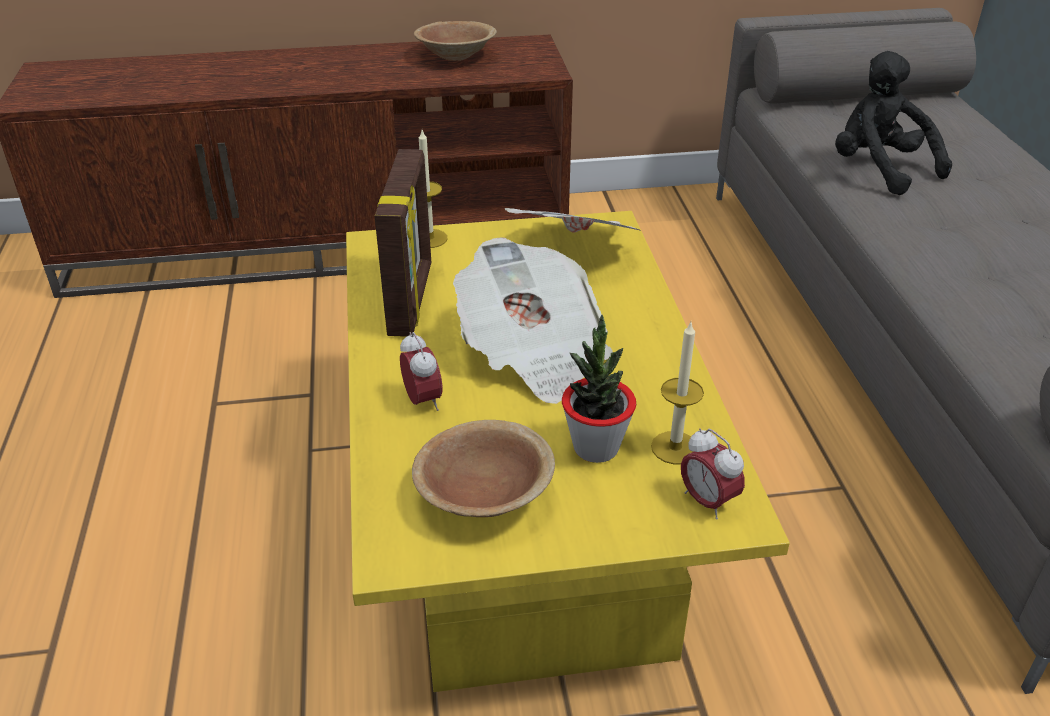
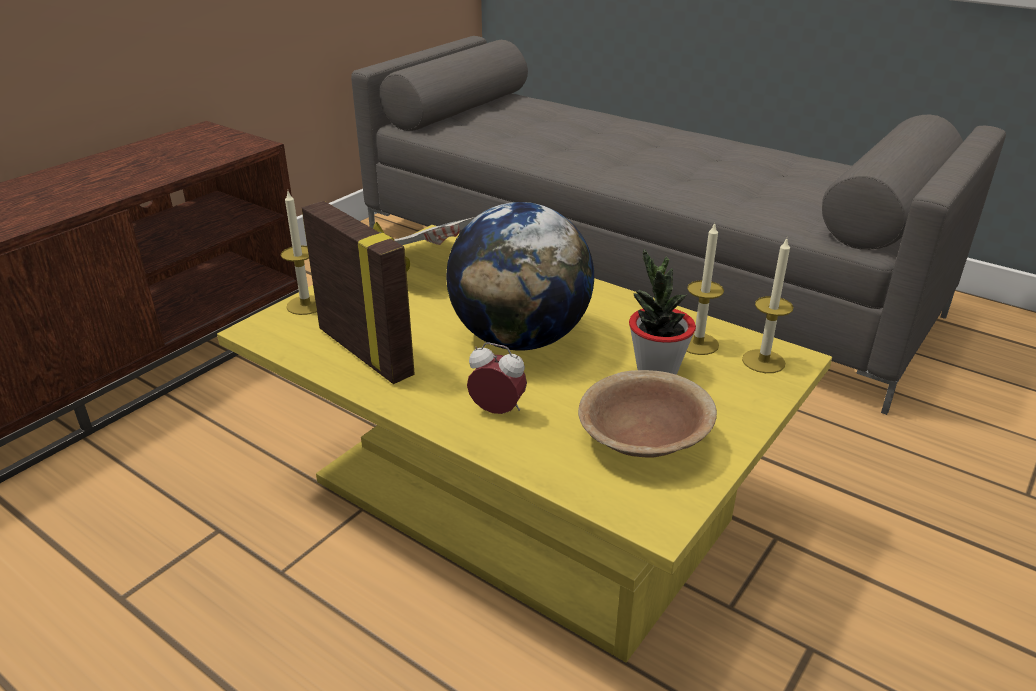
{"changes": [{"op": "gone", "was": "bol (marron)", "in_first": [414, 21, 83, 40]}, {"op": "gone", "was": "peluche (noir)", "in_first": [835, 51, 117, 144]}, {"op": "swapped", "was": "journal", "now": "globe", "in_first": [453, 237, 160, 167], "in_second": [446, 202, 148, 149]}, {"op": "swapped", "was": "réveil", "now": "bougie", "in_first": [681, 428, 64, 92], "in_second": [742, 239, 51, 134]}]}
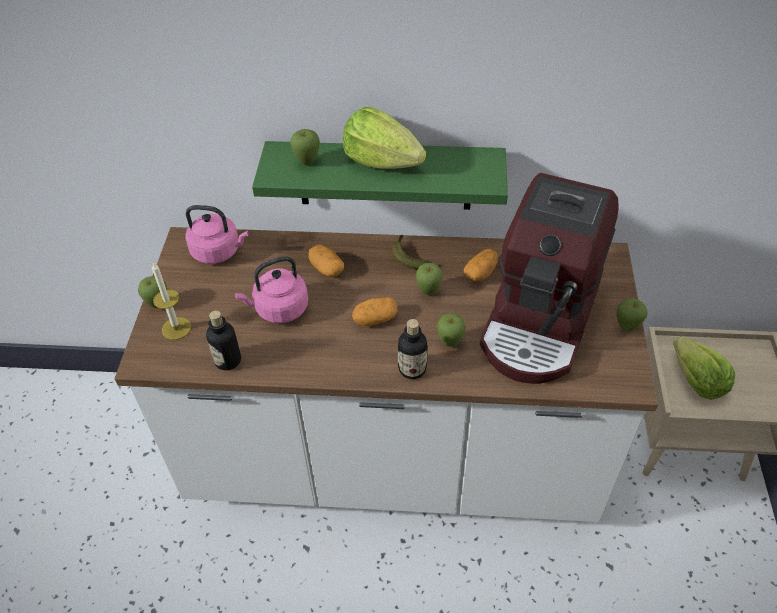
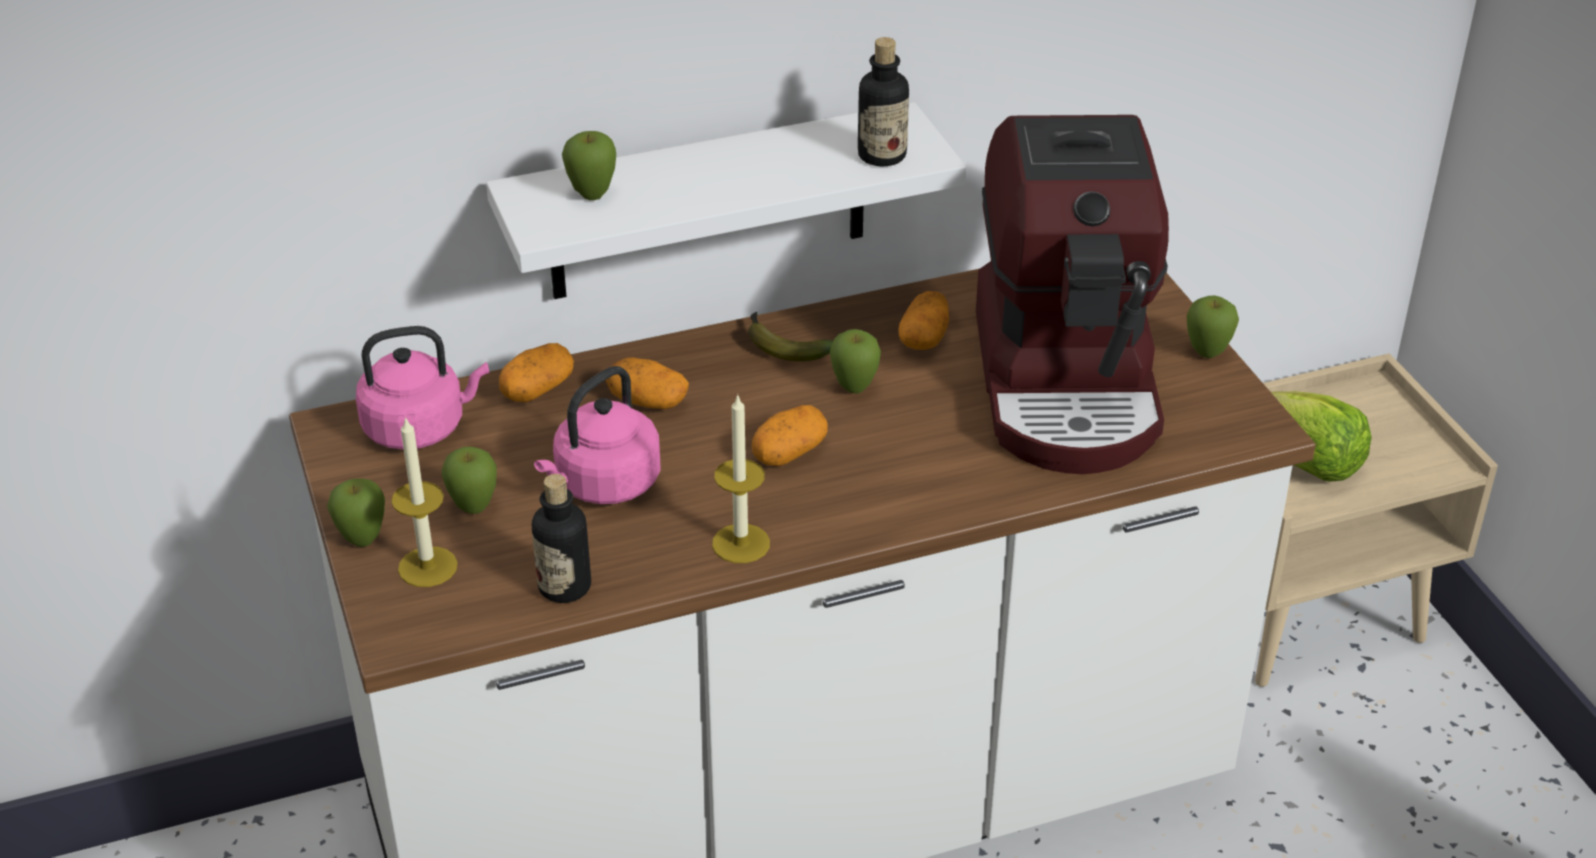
{"changes": [{"op": "gone", "was": "laitue", "in_first": [343, 107, 83, 62]}, {"op": "new", "now": "pomme de terre", "in_second": [499, 343, 75, 59]}, {"op": "new", "now": "bougie", "in_second": [712, 394, 58, 169]}, {"op": "shifted", "was": "bouteille", "in_first": [398, 319, 30, 60], "in_second": [858, 37, 51, 129]}, {"op": "shifted", "was": "pomme", "in_first": [437, 313, 29, 34], "in_second": [442, 447, 55, 67]}, {"op": "repainted", "was": "étagère (vert)", "now": "étagère (blanc)", "in_first": [252, 141, 256, 69], "in_second": [486, 102, 480, 197]}]}
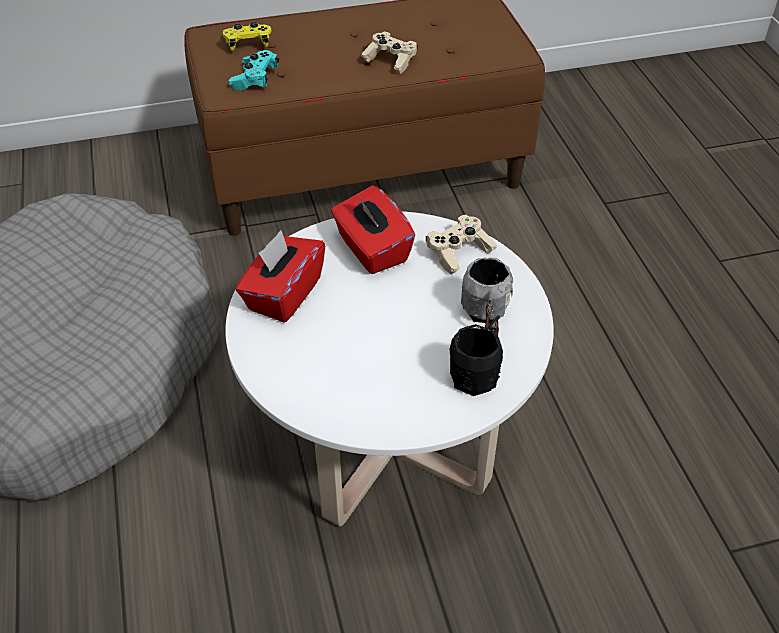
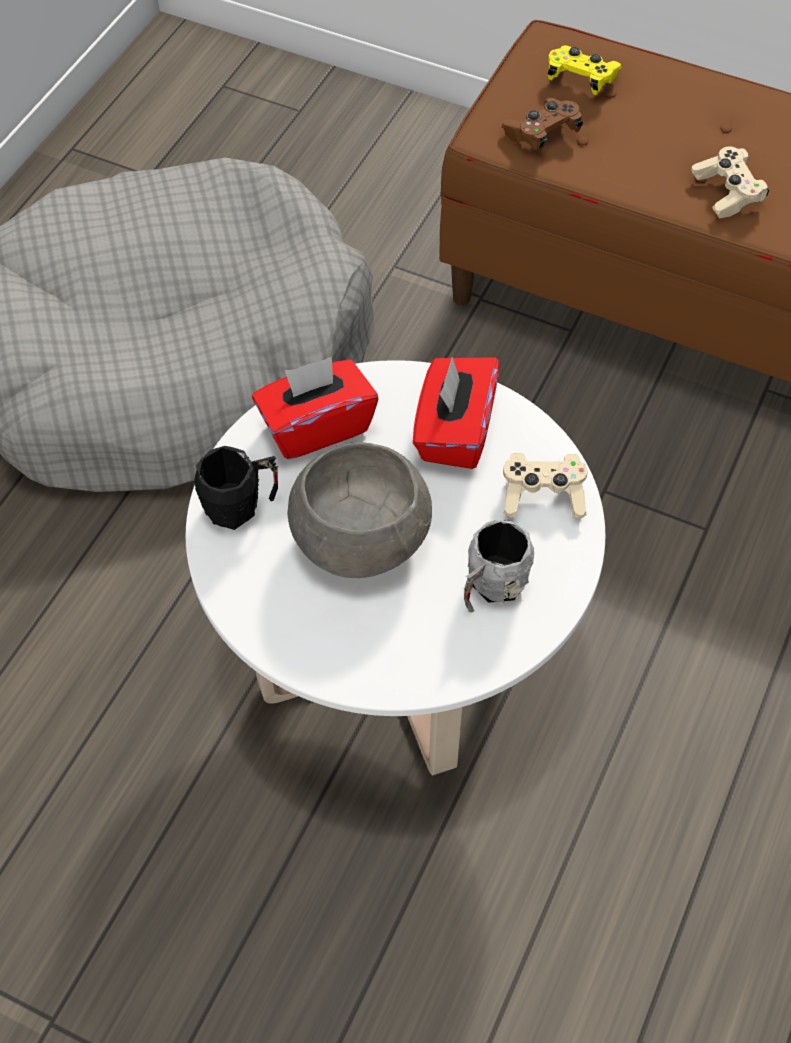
{"changes": [{"op": "new", "now": "bol (gris)", "in_second": [288, 442, 144, 136]}, {"op": "shifted", "was": "mug (noir)", "in_first": [450, 315, 53, 81], "in_second": [194, 446, 84, 84]}, {"op": "repainted", "was": "manette (turquoise)", "now": "manette (marron)", "in_first": [229, 50, 50, 40], "in_second": [502, 98, 81, 55]}]}
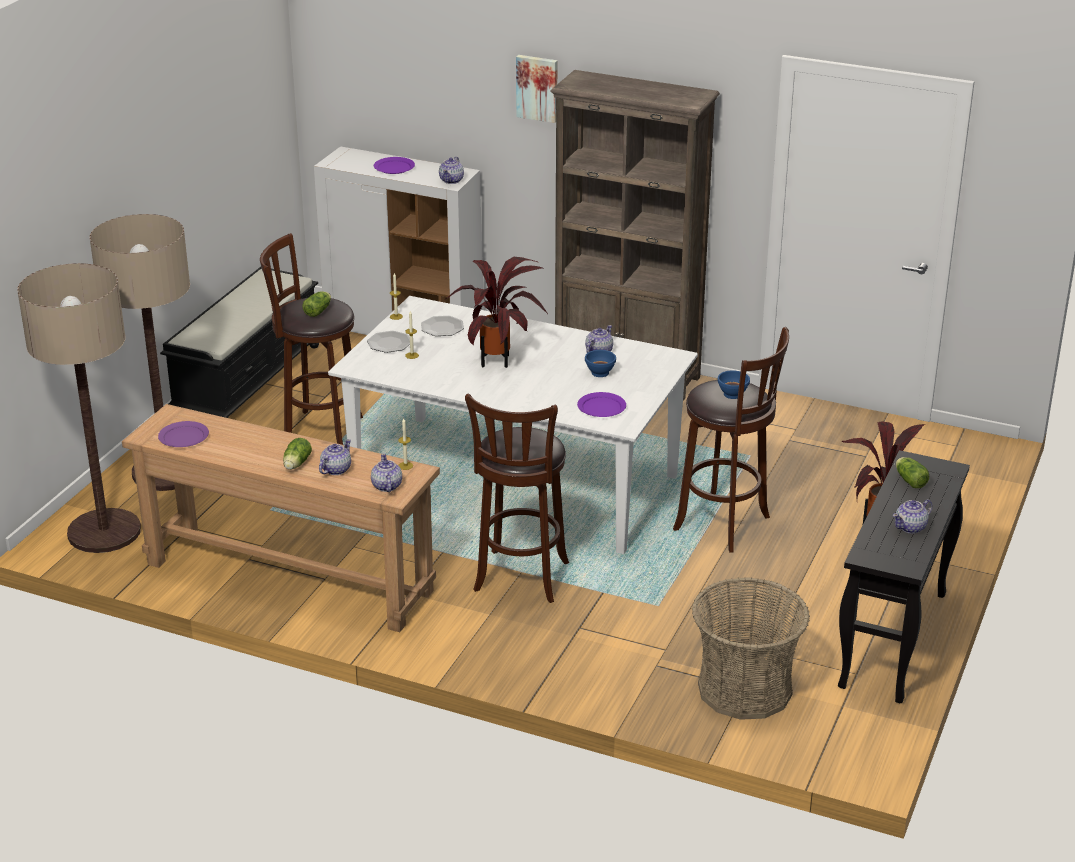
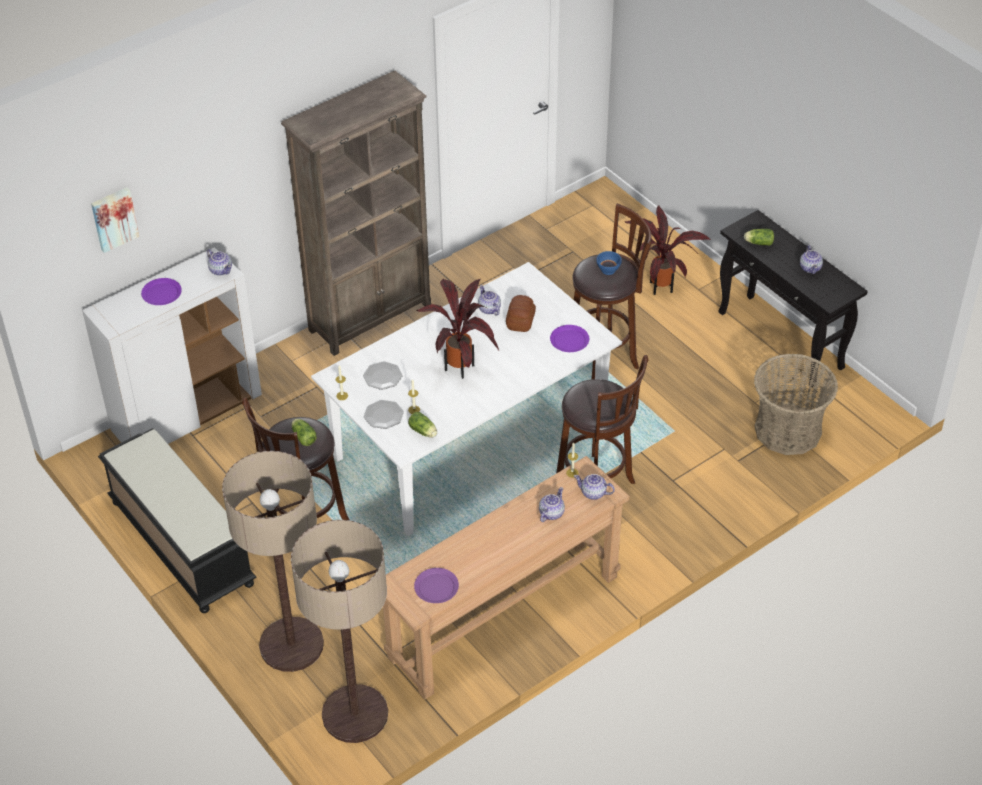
{"changes": [{"op": "shifted", "was": "laitue", "in_first": [283, 438, 29, 32], "in_second": [408, 412, 29, 25]}, {"op": "shifted", "was": "tableau", "in_first": [516, 55, 41, 68], "in_second": [91, 187, 48, 66]}, {"op": "swapped", "was": "bol (bleu)", "now": "pain", "in_first": [585, 350, 31, 27], "in_second": [506, 295, 30, 37]}, {"op": "rotated", "was": "théière", "in_first": [319, 439, 32, 36], "in_second": [539, 487, 26, 35], "clockwise": 60}]}
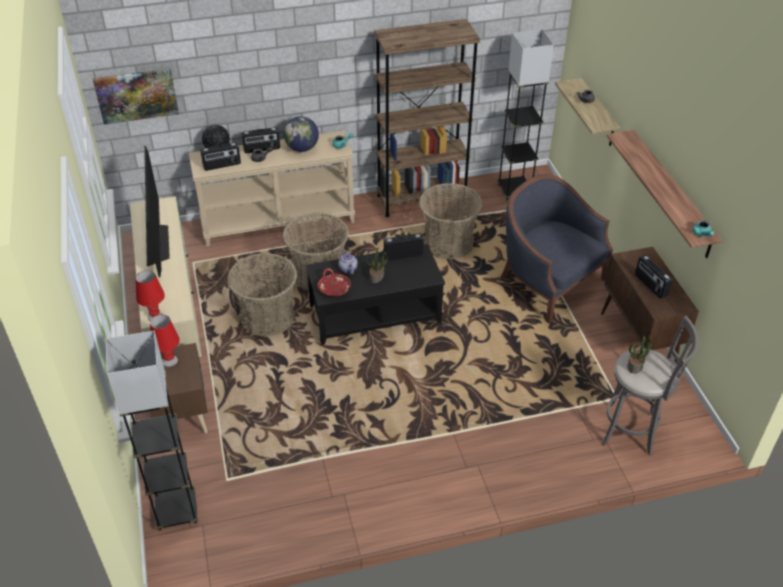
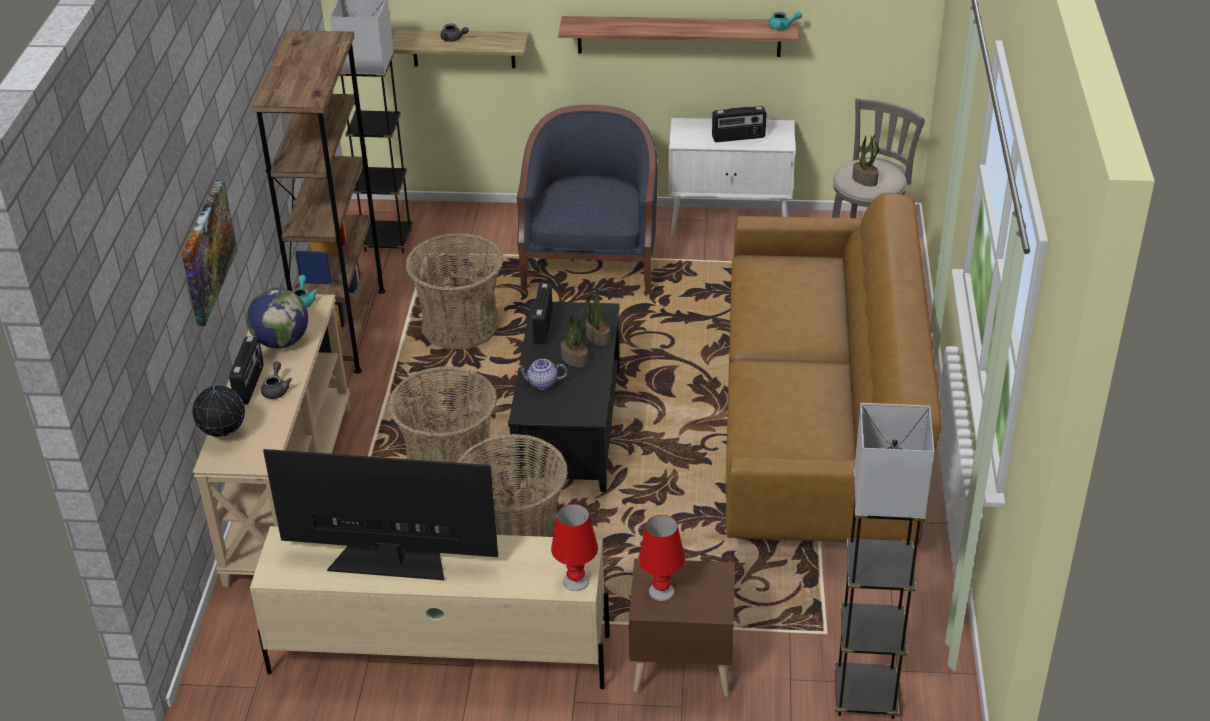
{"changes": [{"op": "gone", "was": "radio", "in_first": [201, 142, 40, 29]}, {"op": "gone", "was": "bol (rouge)", "in_first": [317, 268, 34, 28]}, {"op": "new", "now": "plante en pot", "in_second": [585, 289, 25, 57]}, {"op": "new", "now": "canapé (marron)", "in_second": [725, 193, 217, 352]}, {"op": "shifted", "was": "tableau", "in_first": [93, 69, 86, 55], "in_second": [182, 180, 56, 146]}, {"op": "repainted", "was": "meuble de rangement (marron)", "now": "meuble de rangement (blanc)", "in_first": [601, 247, 98, 117], "in_second": [669, 118, 126, 120]}, {"op": "rotated", "was": "fauteuil (bleu)", "in_first": [500, 174, 113, 149], "in_second": [517, 105, 141, 190], "clockwise": 120}]}
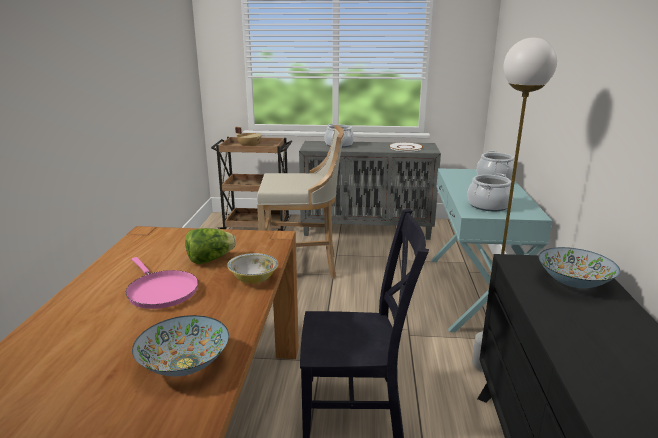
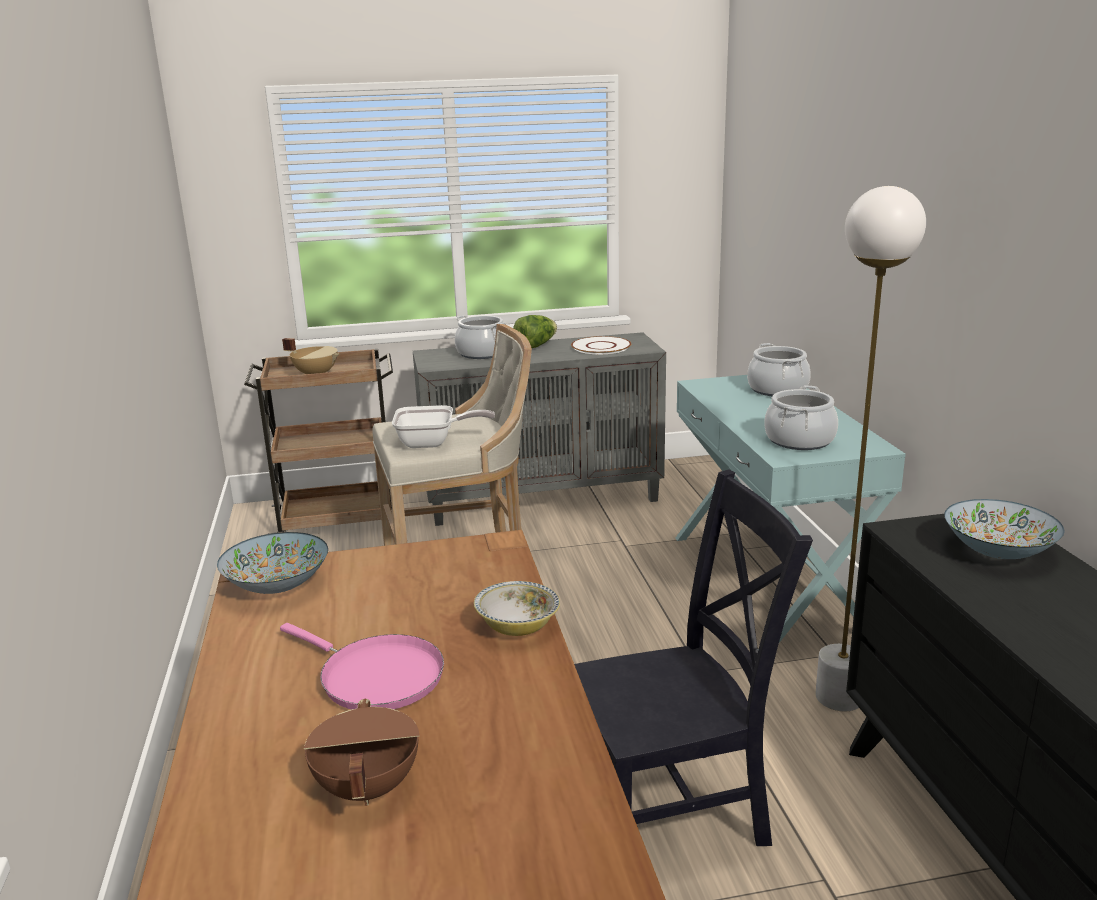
{"changes": [{"op": "new", "now": "marmite (marron)", "in_second": [304, 699, 115, 107]}, {"op": "new", "now": "poêle", "in_second": [392, 405, 103, 43]}, {"op": "shifted", "was": "bol", "in_first": [132, 315, 97, 61], "in_second": [217, 532, 111, 62]}, {"op": "shifted", "was": "laitue", "in_first": [185, 228, 51, 36], "in_second": [513, 315, 44, 33]}]}
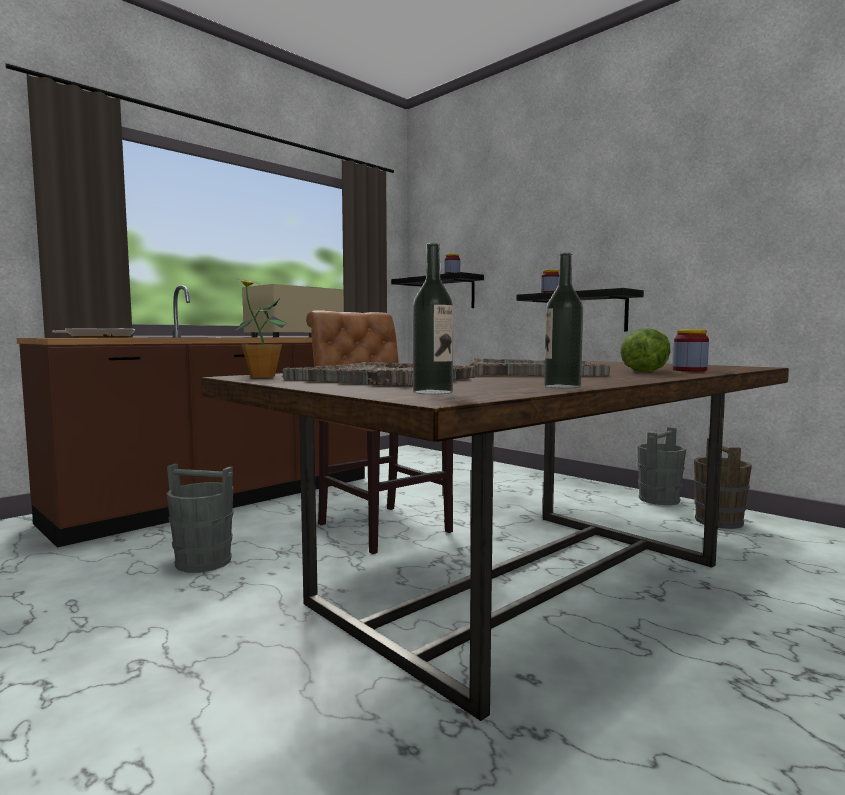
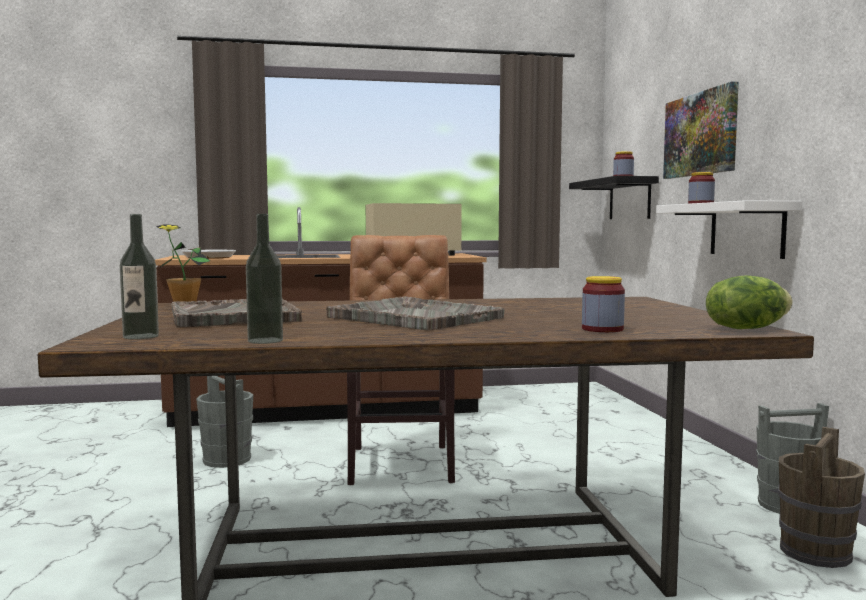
{"changes": [{"op": "new", "now": "tableau", "in_second": [663, 81, 76, 98]}, {"op": "shifted", "was": "laitue", "in_first": [620, 328, 50, 44], "in_second": [706, 275, 87, 54]}, {"op": "repainted", "was": "étagère (noir)", "now": "étagère (blanc)", "in_first": [516, 288, 128, 43], "in_second": [656, 200, 146, 59]}]}
